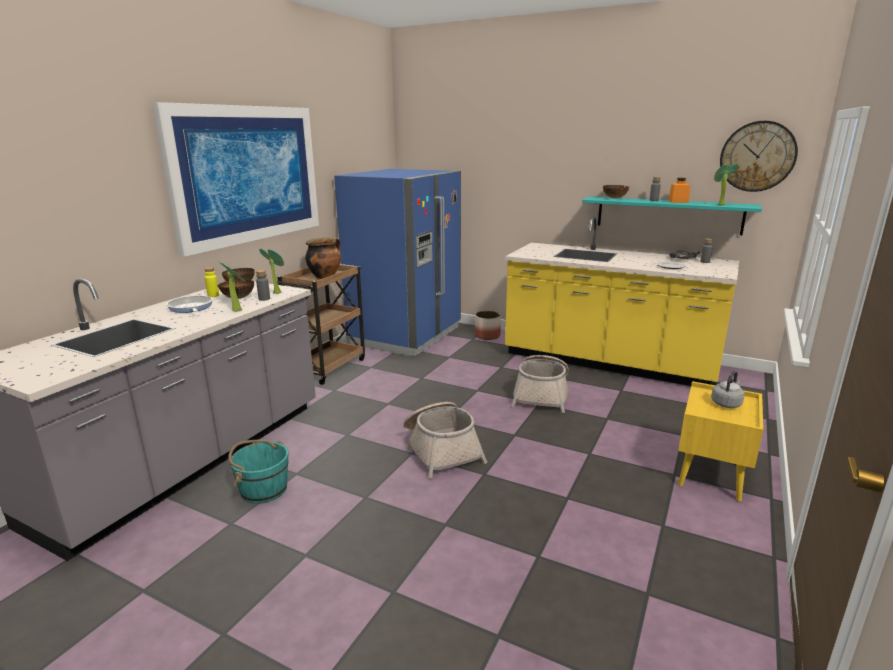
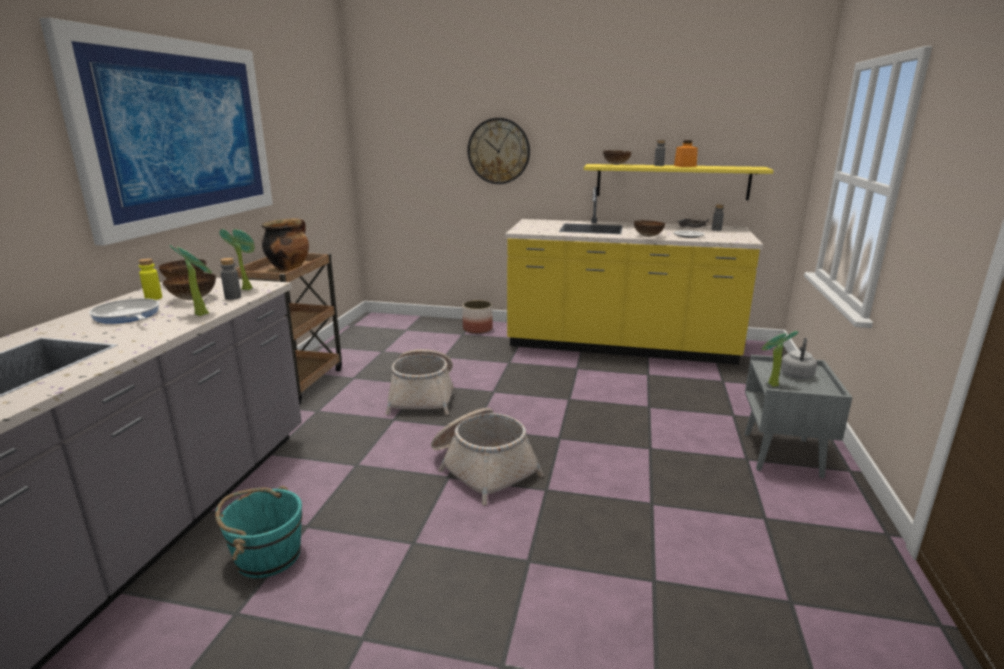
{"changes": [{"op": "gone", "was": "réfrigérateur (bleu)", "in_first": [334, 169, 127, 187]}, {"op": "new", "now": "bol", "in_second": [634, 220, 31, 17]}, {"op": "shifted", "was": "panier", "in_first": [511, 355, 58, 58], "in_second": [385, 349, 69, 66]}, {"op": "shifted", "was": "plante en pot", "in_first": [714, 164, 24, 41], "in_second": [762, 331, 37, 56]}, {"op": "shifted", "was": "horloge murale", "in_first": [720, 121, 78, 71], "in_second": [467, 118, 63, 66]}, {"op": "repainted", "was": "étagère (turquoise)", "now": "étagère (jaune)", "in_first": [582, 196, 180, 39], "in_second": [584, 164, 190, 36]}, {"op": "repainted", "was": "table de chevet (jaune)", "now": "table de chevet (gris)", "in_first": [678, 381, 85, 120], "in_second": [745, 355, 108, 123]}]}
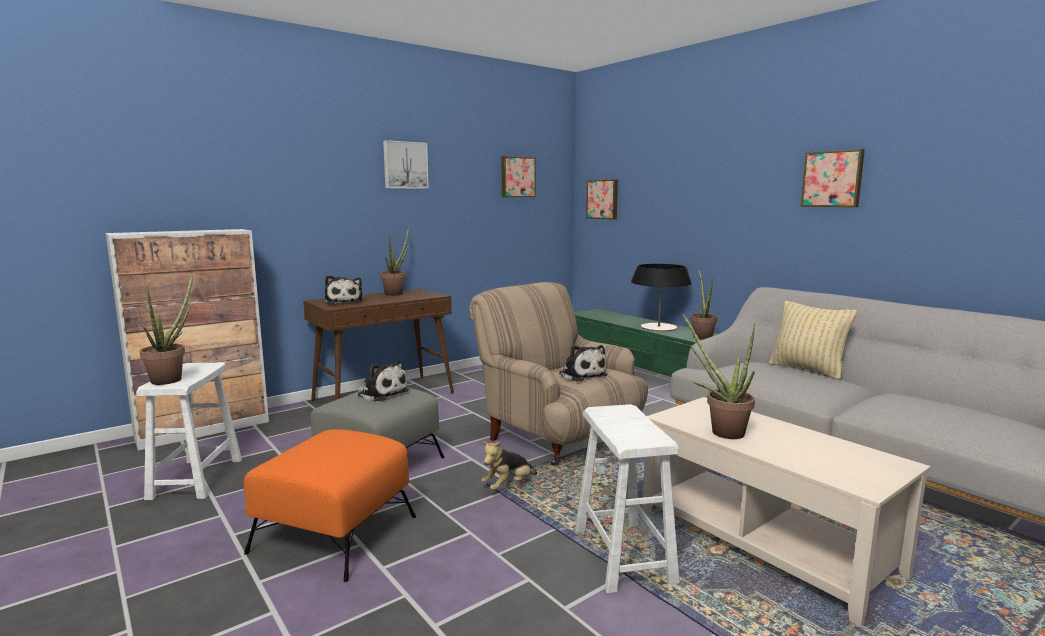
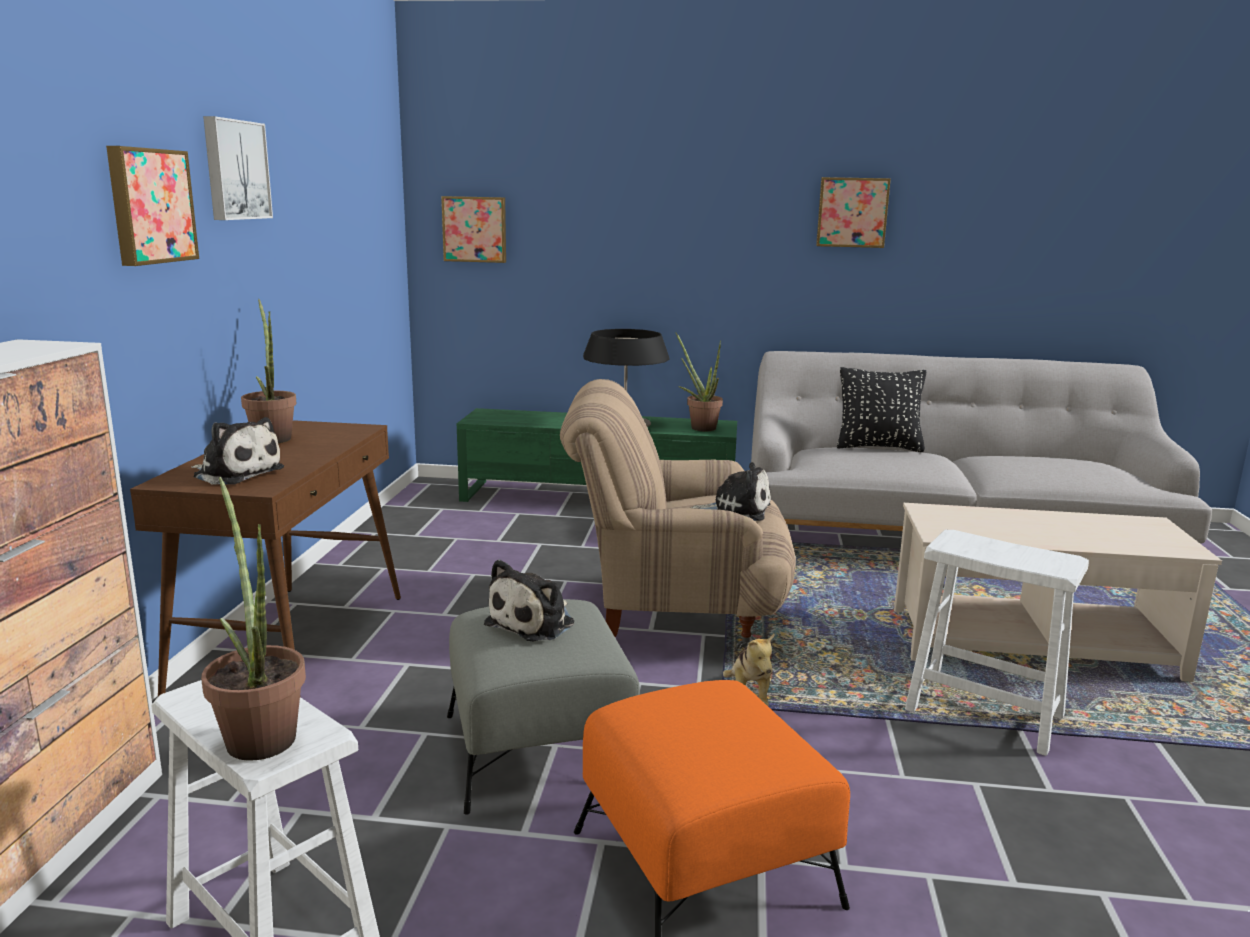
{"changes": [{"op": "gone", "was": "plante en pot", "in_first": [682, 314, 73, 125]}, {"op": "shifted", "was": "tableau", "in_first": [502, 156, 34, 41], "in_second": [106, 146, 93, 120]}, {"op": "repainted", "was": "coussin (beige)", "now": "coussin (noir)", "in_first": [769, 301, 88, 79], "in_second": [837, 367, 89, 85]}, {"op": "rotated", "was": "peluche", "in_first": [356, 360, 53, 41], "in_second": [484, 559, 90, 83], "clockwise": 135}]}
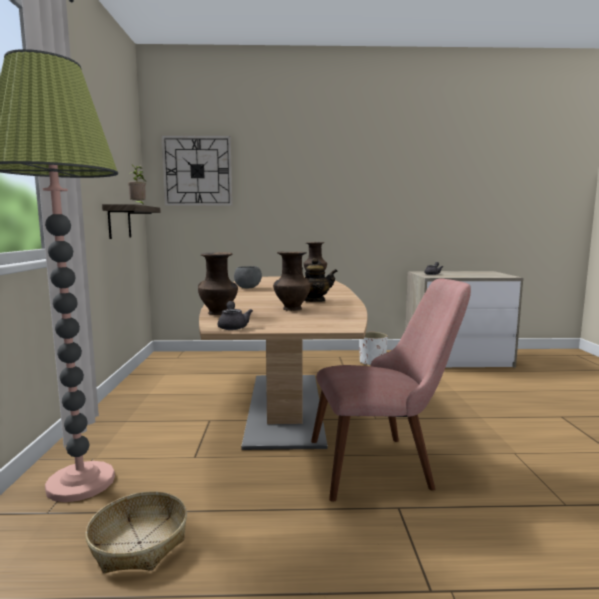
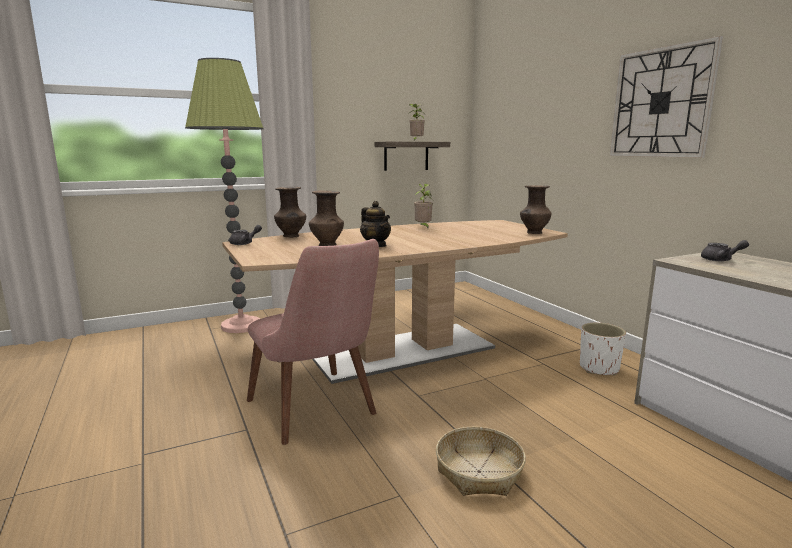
{"changes": [{"op": "shifted", "was": "panier", "in_first": [85, 492, 102, 81], "in_second": [436, 427, 90, 69]}, {"op": "shifted", "was": "horloge murale", "in_first": [161, 135, 71, 71], "in_second": [610, 36, 113, 122]}, {"op": "swapped", "was": "bol (gris)", "now": "plante en pot", "in_first": [234, 266, 28, 23], "in_second": [414, 184, 19, 44]}]}
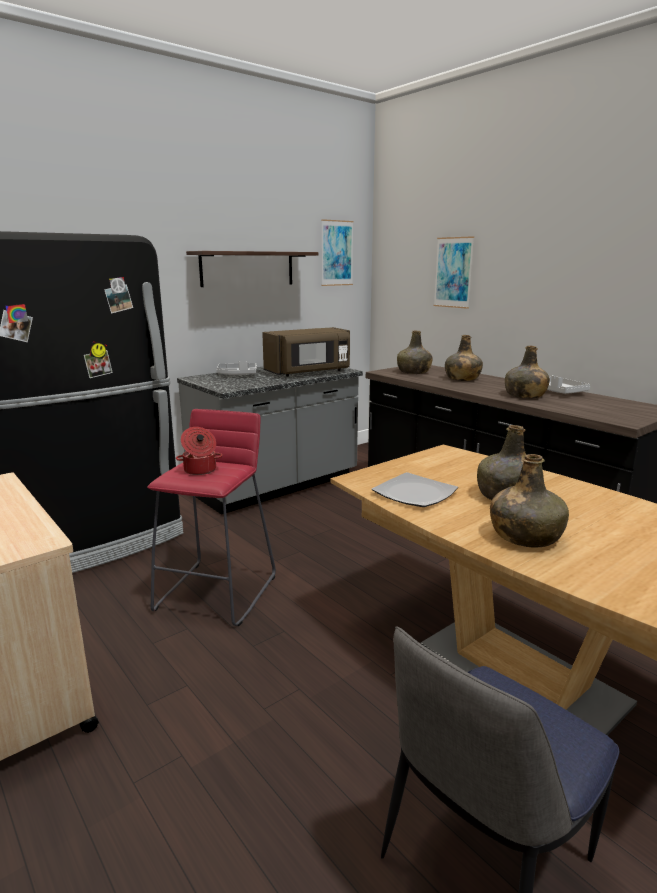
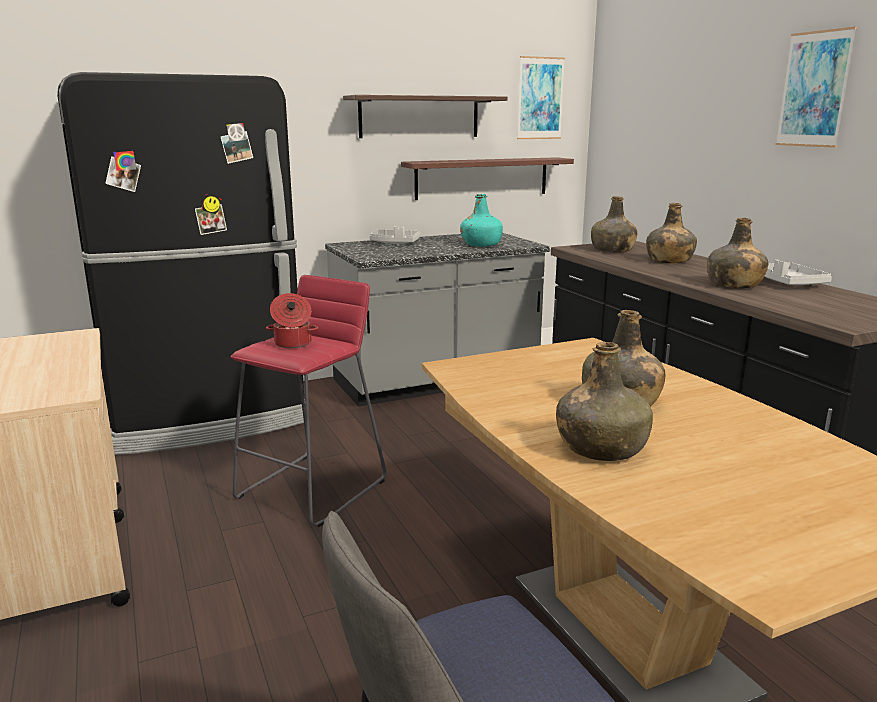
{"changes": [{"op": "gone", "was": "assiette", "in_first": [372, 472, 86, 35]}, {"op": "new", "now": "étagère", "in_second": [401, 157, 173, 43]}, {"op": "shifted", "was": "tableau", "in_first": [434, 236, 40, 73], "in_second": [775, 26, 82, 122]}, {"op": "swapped", "was": "micro-ondes (marron)", "now": "bouteille (turquoise)", "in_first": [262, 327, 88, 50], "in_second": [460, 194, 43, 52]}]}
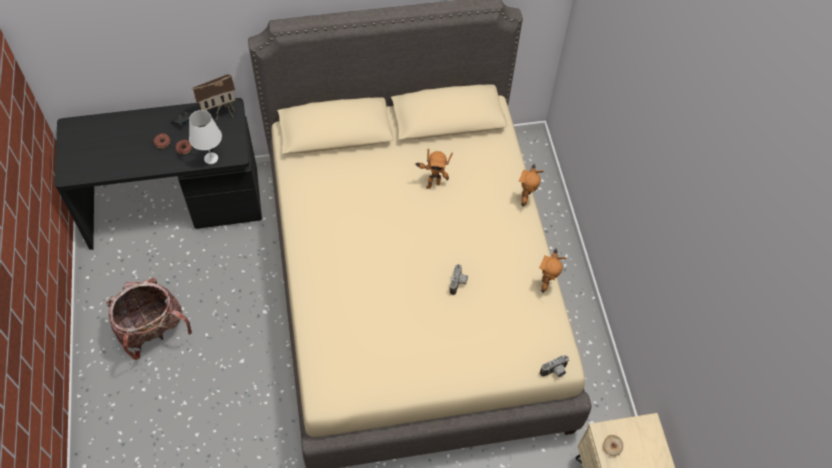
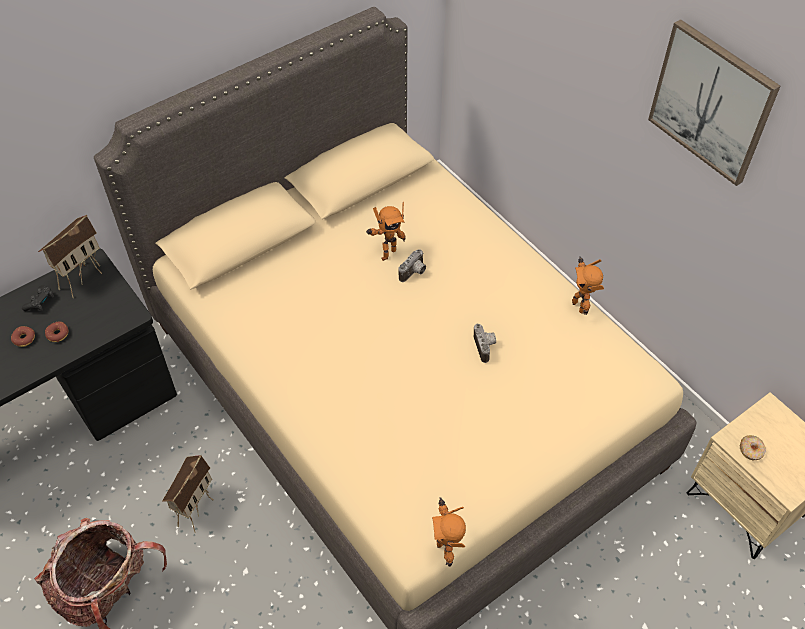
{"changes": [{"op": "gone", "was": "lampe de table (blanc)", "in_first": [189, 110, 33, 54]}, {"op": "new", "now": "maison miniature", "in_second": [162, 455, 51, 77]}, {"op": "new", "now": "tableau", "in_second": [648, 19, 132, 167]}, {"op": "shifted", "was": "robot jouet", "in_first": [519, 164, 25, 43], "in_second": [432, 497, 34, 70]}, {"op": "shifted", "was": "appareil photo", "in_first": [540, 355, 29, 22], "in_second": [398, 249, 28, 33]}]}
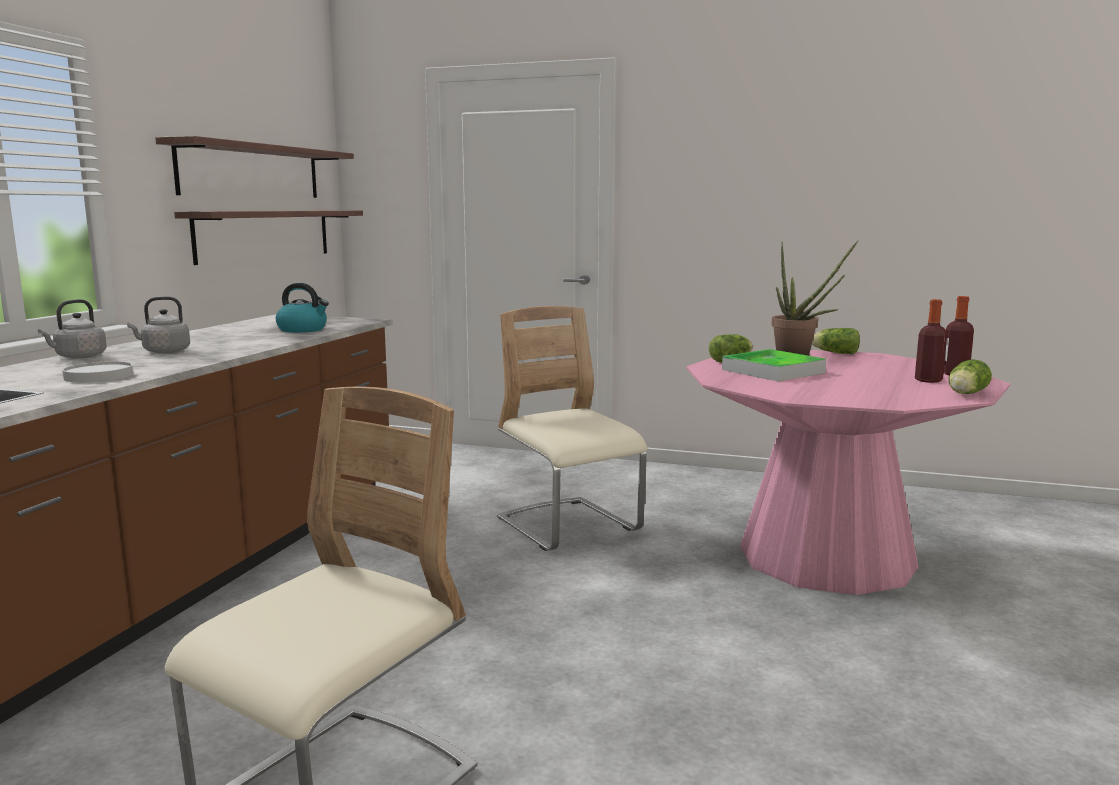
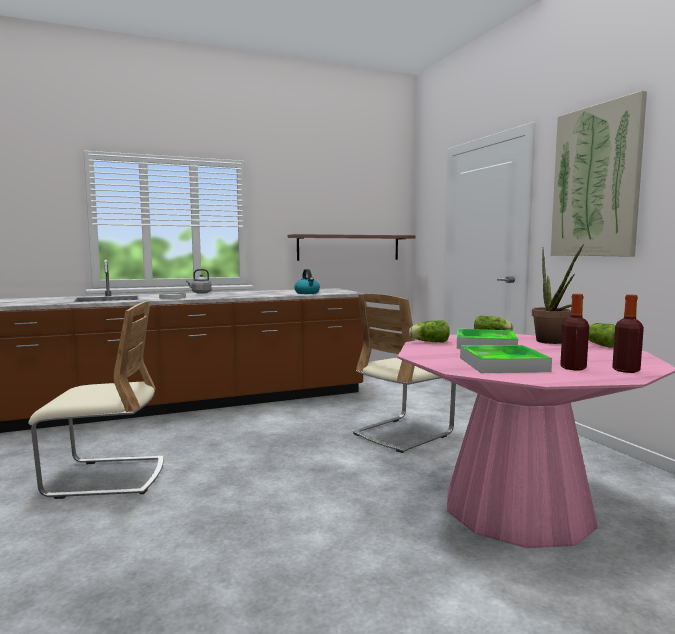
{"changes": [{"op": "gone", "was": "bouilloire (gris)", "in_first": [127, 296, 63, 58]}, {"op": "gone", "was": "étagère", "in_first": [155, 136, 199, 62]}, {"op": "new", "now": "plateau", "in_second": [460, 345, 92, 28]}, {"op": "new", "now": "tableau", "in_second": [551, 91, 96, 166]}, {"op": "shifted", "was": "laitue", "in_first": [949, 359, 43, 35], "in_second": [409, 320, 41, 23]}, {"op": "rotated", "was": "chaise (beige)", "in_first": [497, 306, 150, 245], "in_second": [353, 294, 103, 159], "clockwise": -150}]}
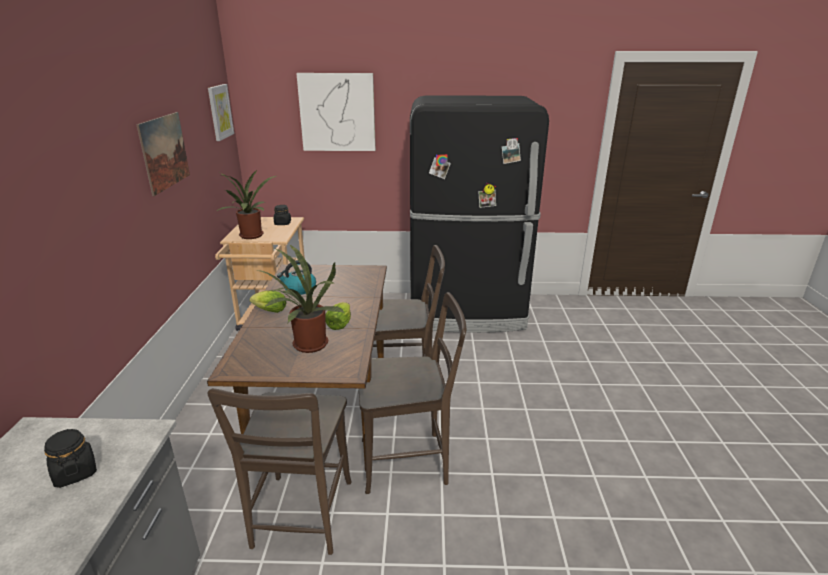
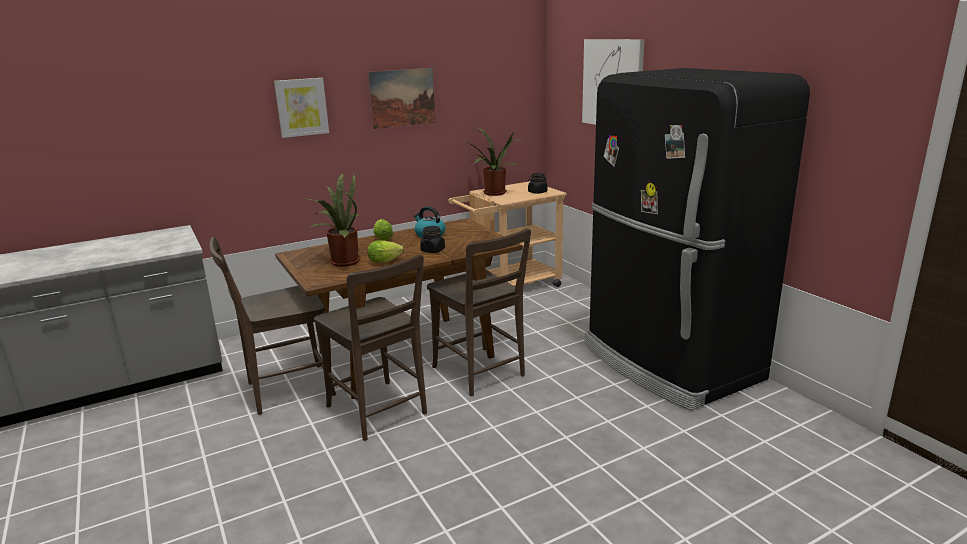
{"changes": [{"op": "shifted", "was": "bocal (noir)", "in_first": [44, 429, 53, 59], "in_second": [420, 226, 25, 27]}, {"op": "shifted", "was": "tableau", "in_first": [208, 84, 26, 57], "in_second": [274, 78, 55, 60]}]}
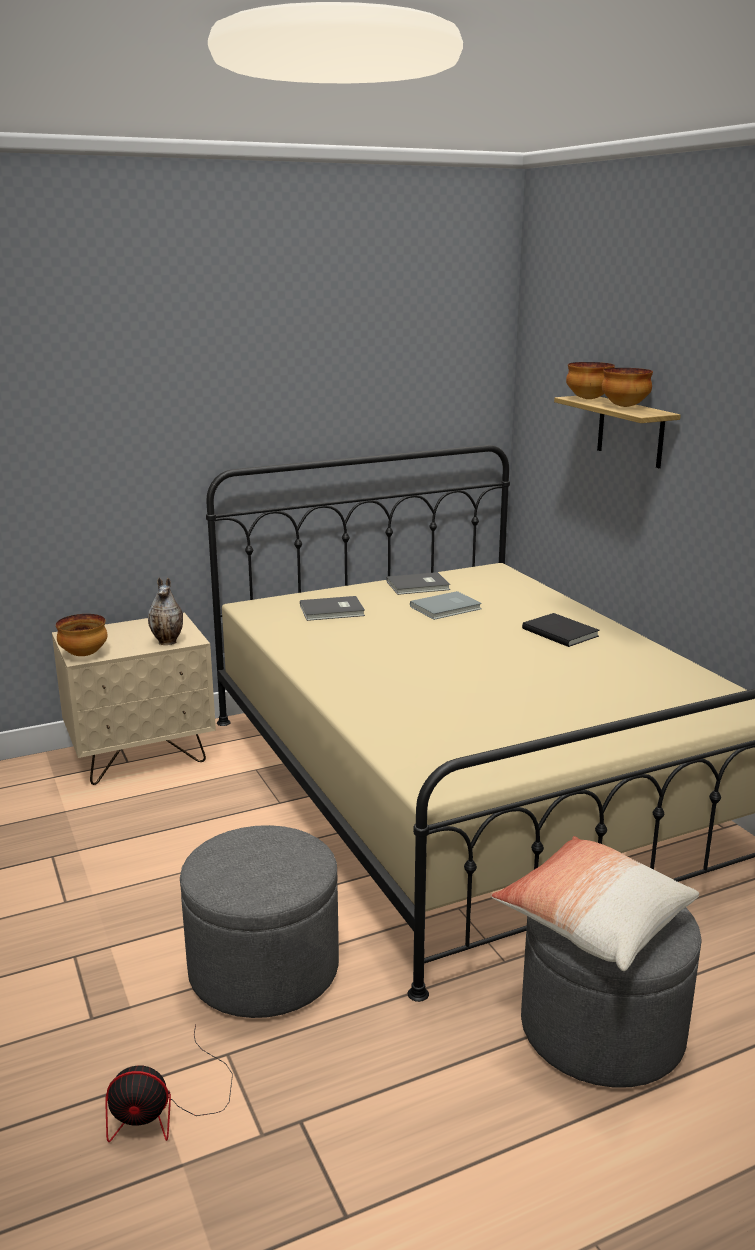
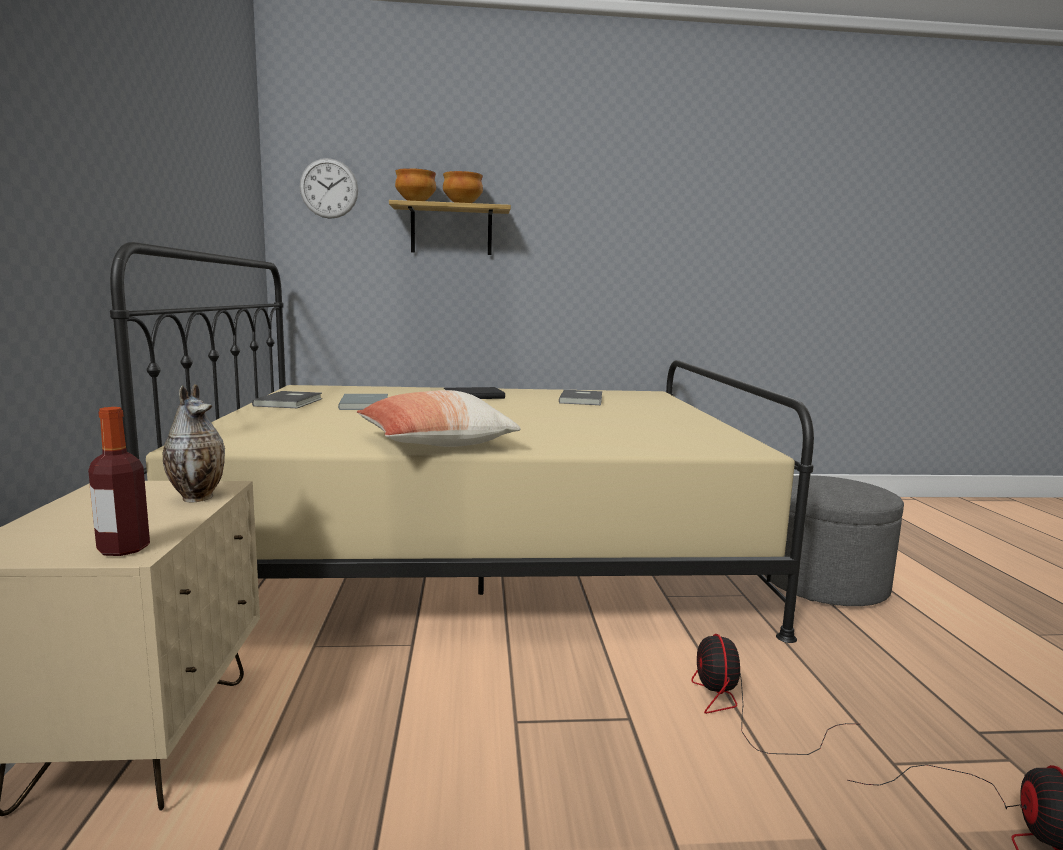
{"changes": [{"op": "new", "now": "horloge murale", "in_second": [299, 158, 59, 61]}, {"op": "shifted", "was": "livre (gris)", "in_first": [300, 596, 65, 25], "in_second": [559, 390, 43, 15]}, {"op": "shifted", "was": "coussin", "in_first": [491, 836, 208, 135], "in_second": [356, 390, 165, 57]}, {"op": "swapped", "was": "bol", "now": "bouteille", "in_first": [56, 614, 51, 42], "in_second": [88, 407, 62, 149]}, {"op": "swapped", "was": "pouf (gris)", "now": "ventilateur", "in_first": [180, 825, 159, 193], "in_second": [691, 634, 160, 121]}]}
